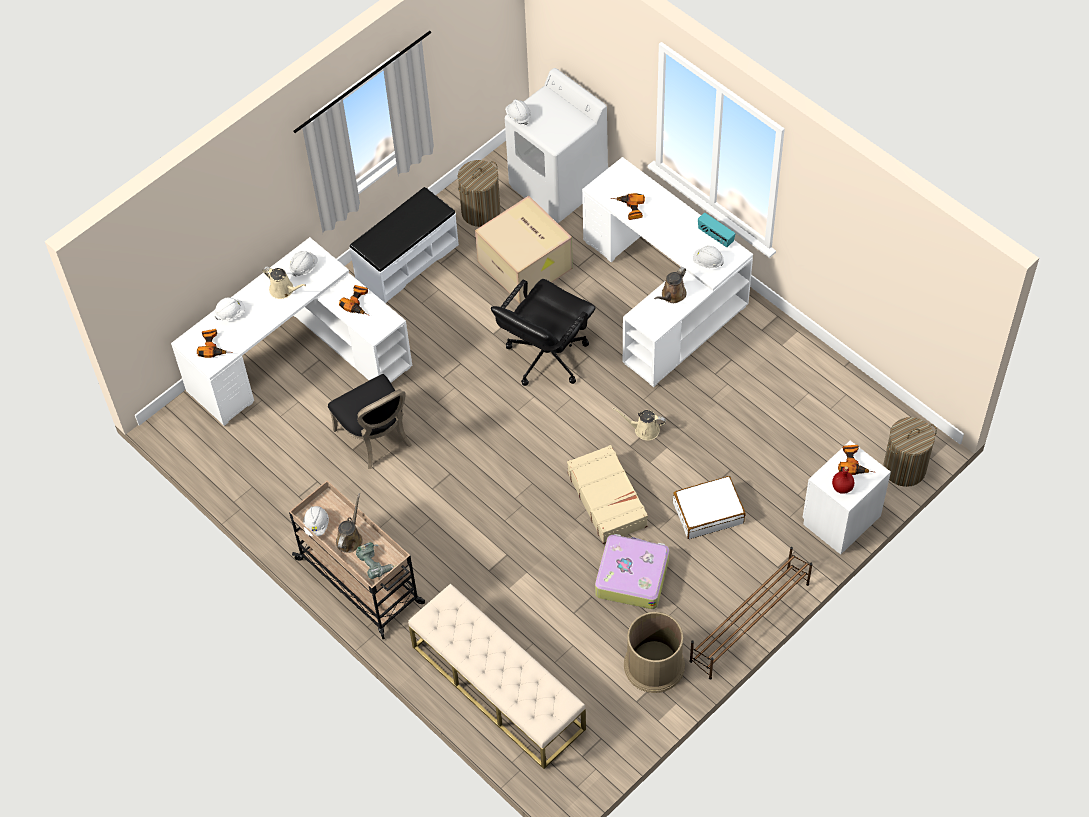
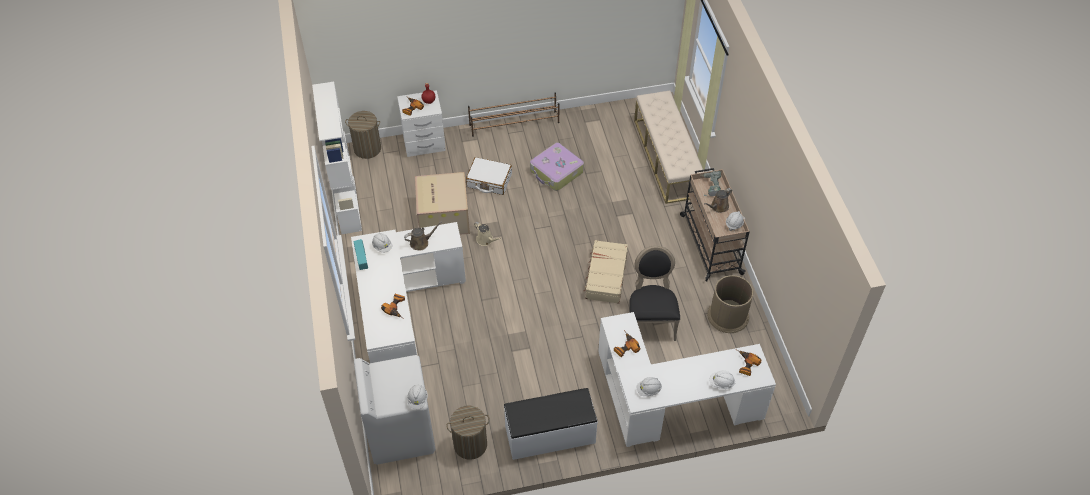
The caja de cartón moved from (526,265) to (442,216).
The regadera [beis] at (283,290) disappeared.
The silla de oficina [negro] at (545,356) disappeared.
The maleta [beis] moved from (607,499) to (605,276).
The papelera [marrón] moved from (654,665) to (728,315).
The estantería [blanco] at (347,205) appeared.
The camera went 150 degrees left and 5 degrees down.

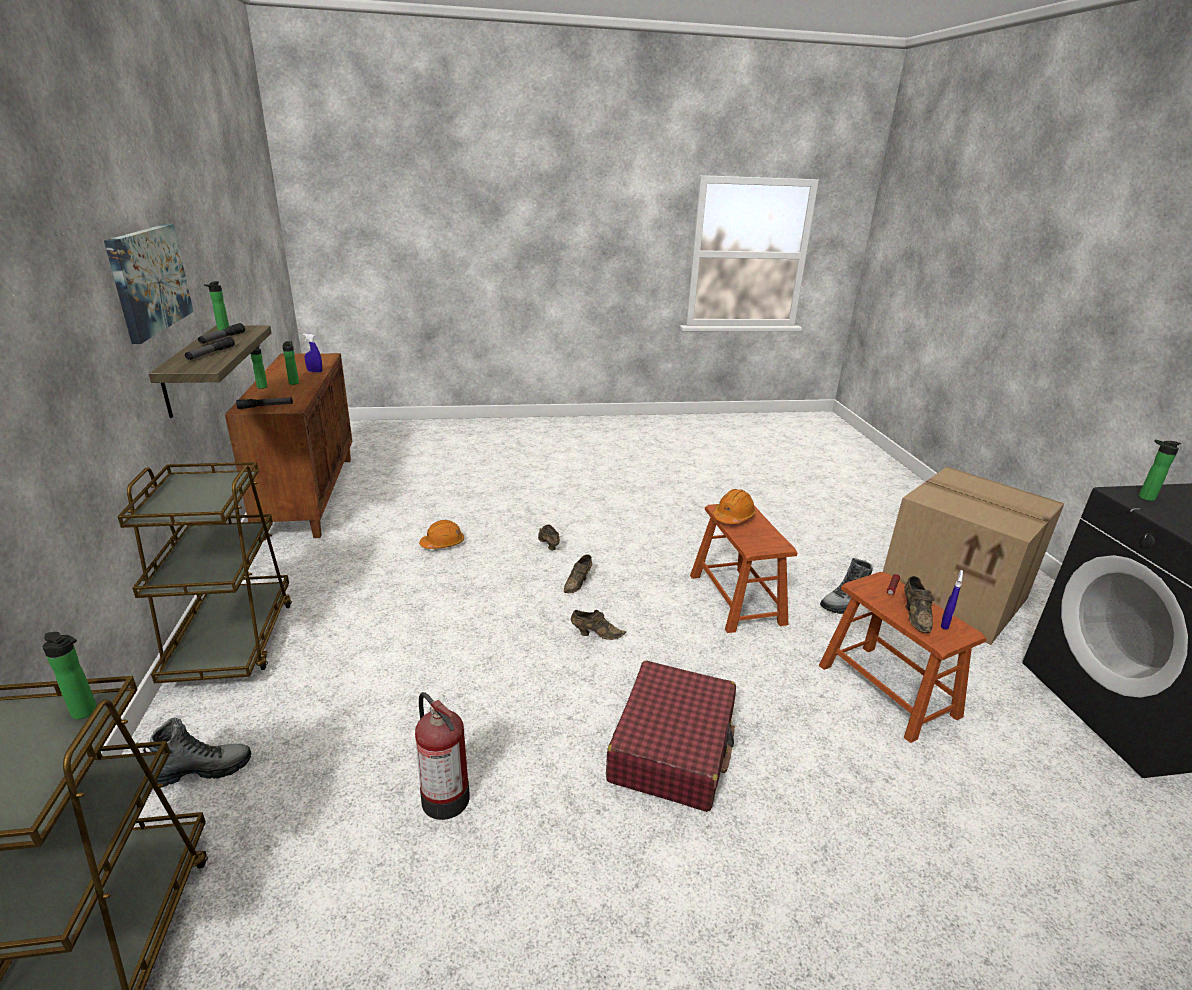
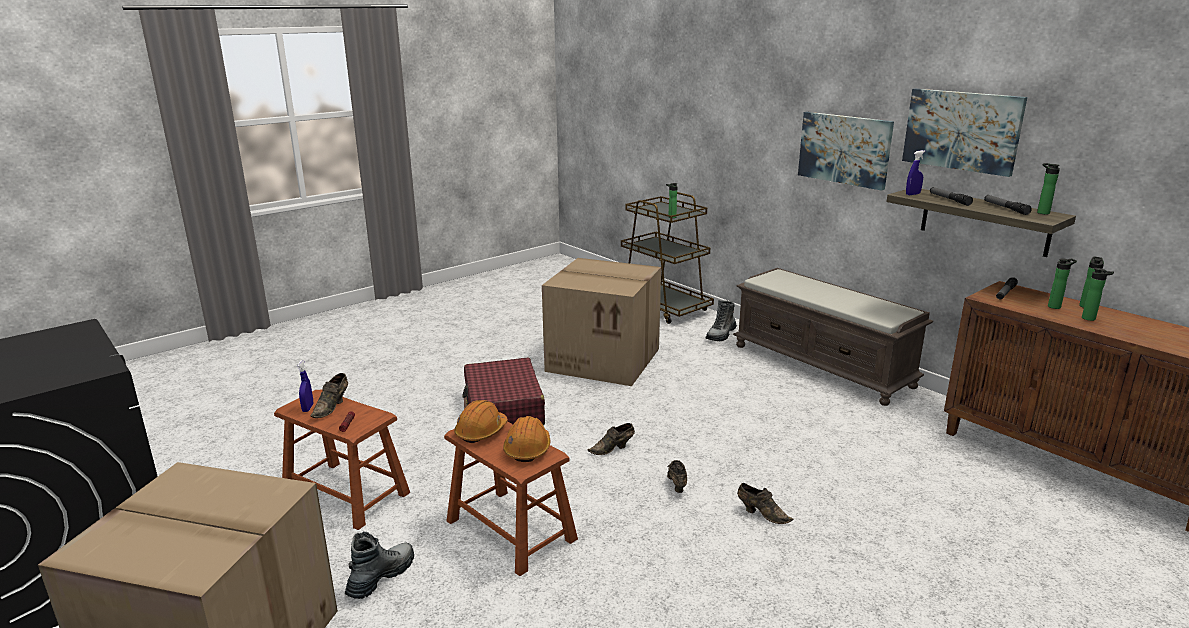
The pulverizador [azul] moved from (315,371) to (913,194).
The botella moved from (1143,497) to (1055,306).
The carrito [marrón] at (232,641) was replaced by the banco [marrón] at (823,365).
The casco [naranja] moved from (443,543) to (481,431).
The zapato [marrón] at (915,616) turned 135 degrees counterclockwise.
The extintor at (444,796) was replaced by the caja de cartón at (605,359).
The cuadro at (844,149) appeared.
The camera went 150 degrees right and 5 degrees down.

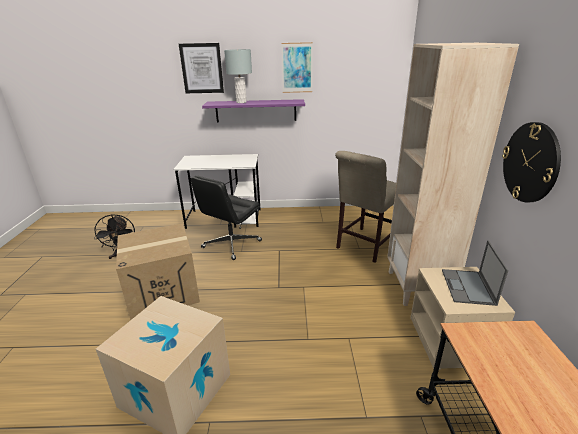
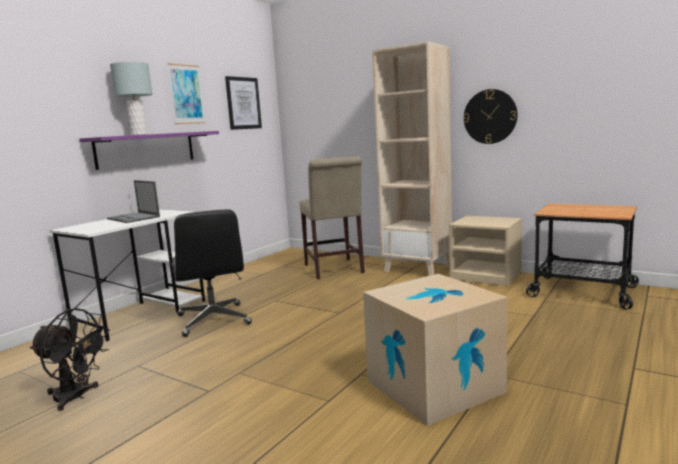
The cuadro moved from (202,68) to (243,103).
The caja de cartón at (163,291) disappeared.
The portátil moved from (468,287) to (134,218).
The camera went 55 degrees left and 15 degrees down.

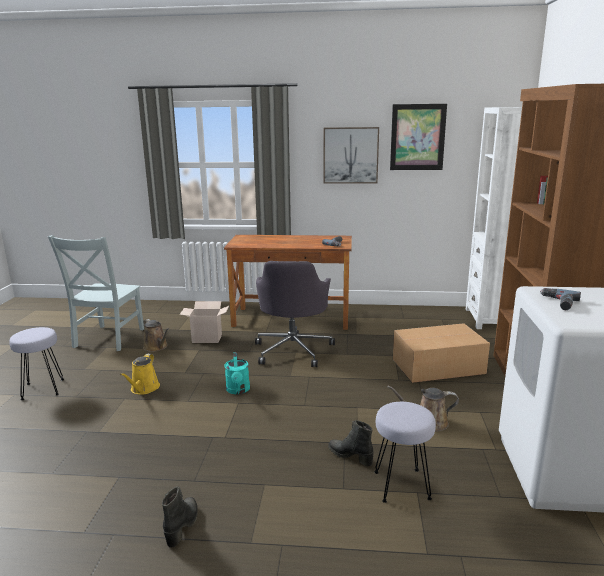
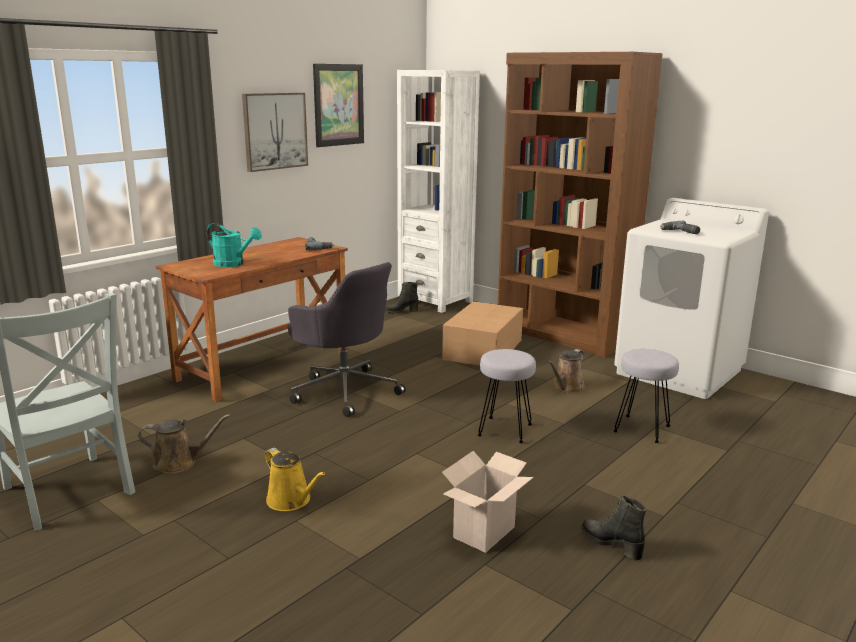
The caja de cartón moved from (206,339) to (484,534).
The taburete [gris] moved from (43,389) to (504,430).
The regadera [turquesa] moved from (238,390) to (233,264).
The bota [negro] moved from (350,456) to (401,311).
The camera went 55 degrees left and 0 degrees up.

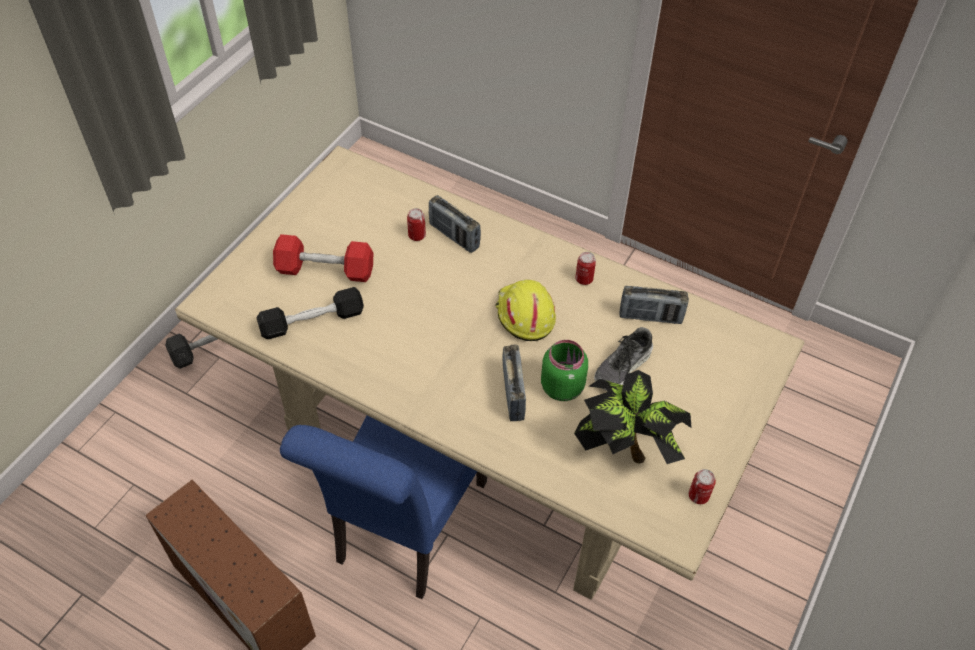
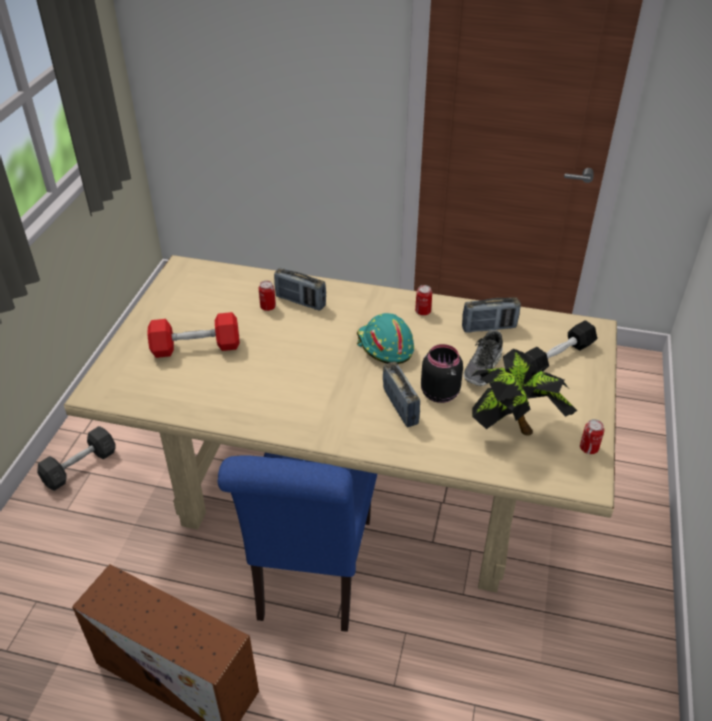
The casco [amarillo] at (524,315) became the casco [turquesa] at (384,346).
The mancuerna [negro] moved from (312,321) to (556,357).
The tarro [verde] at (562,386) became the tarro [negro] at (439,392).
The camera went 15 degrees left and 10 degrees down.

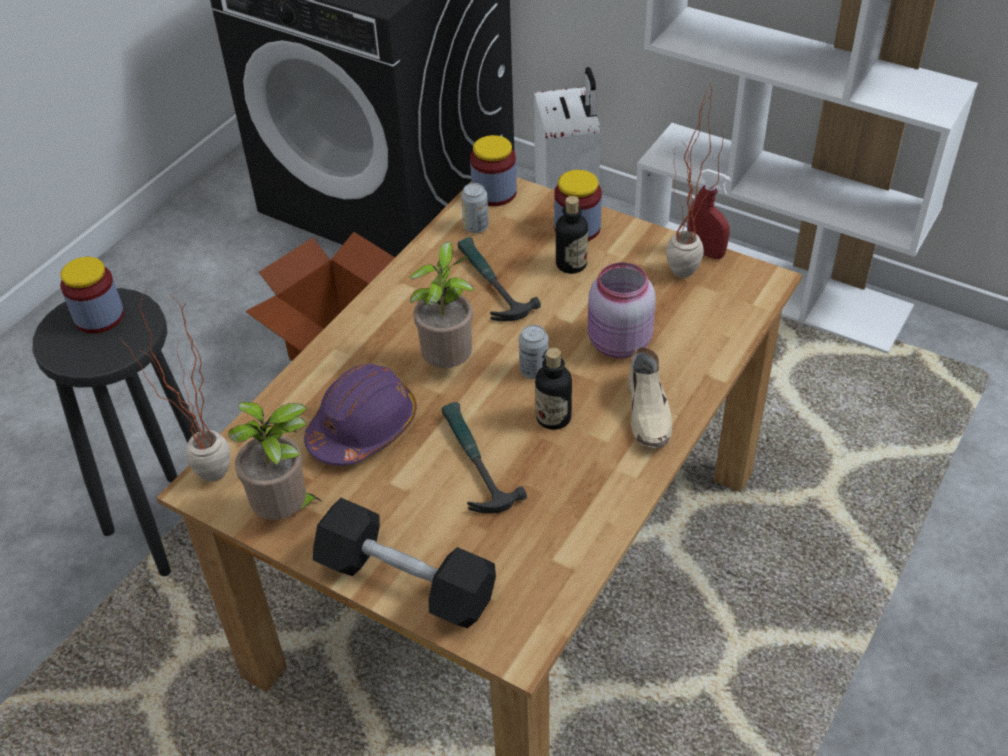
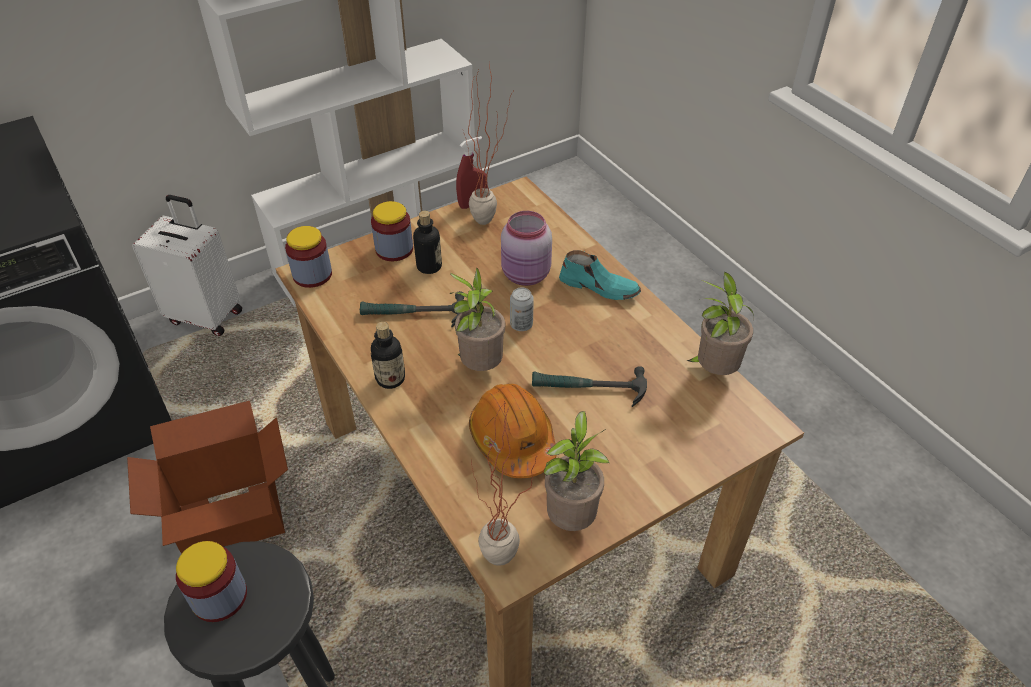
The lata at (476,227) disappeared.
The zapato [beis] at (648,413) became the zapato [turquesa] at (599,287).
The botella moved from (553,418) to (390,379).
The casco [morado] at (363,428) became the casco [naranja] at (512,440).
The mancuerna [negro] at (406,581) disappeared.
The planta en maceta at (713,370) appeared.
The camera went 65 degrees left and 0 degrees up.

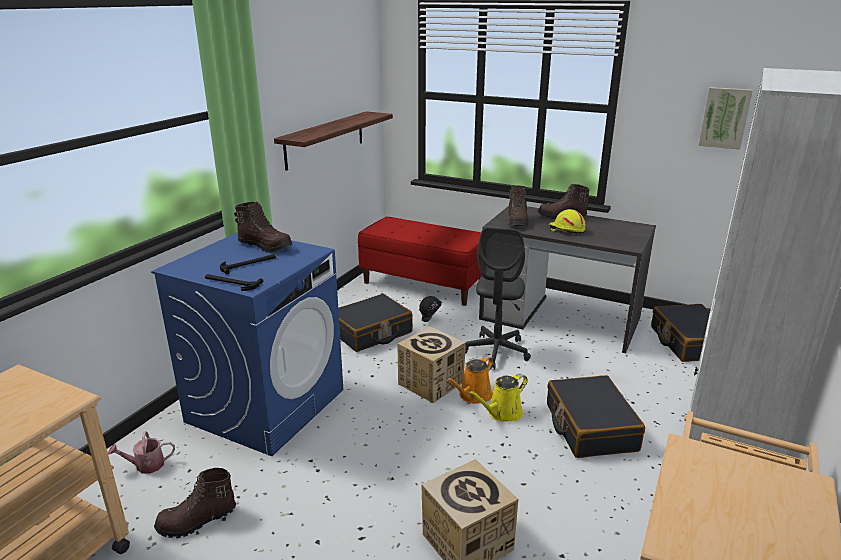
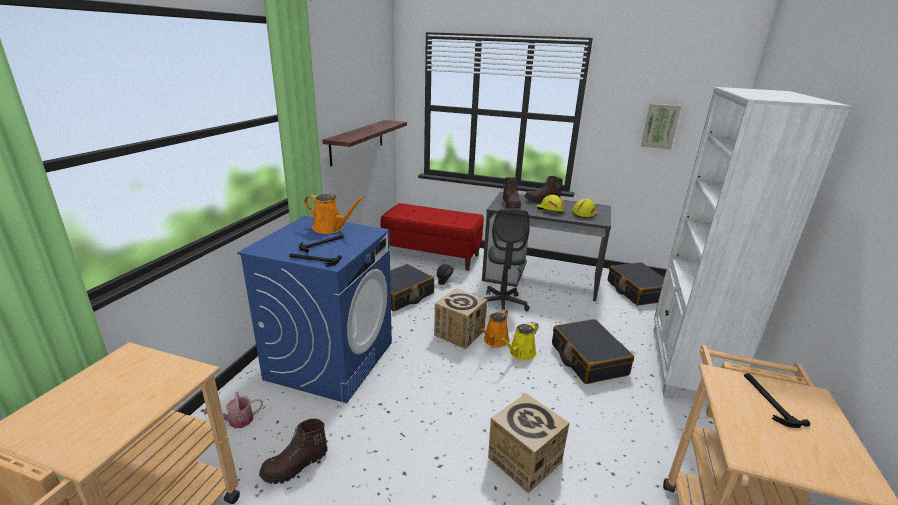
The bota [marrón] at (266,246) was replaced by the regadera [naranja] at (330,228).
The casco [amarillo] at (583,214) appeared.
The martillo at (768,401) appeared.
The camera went 10 degrees left and 0 degrees up.

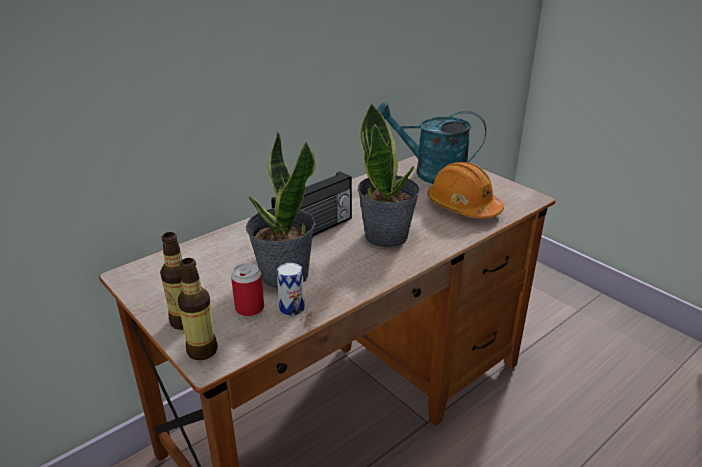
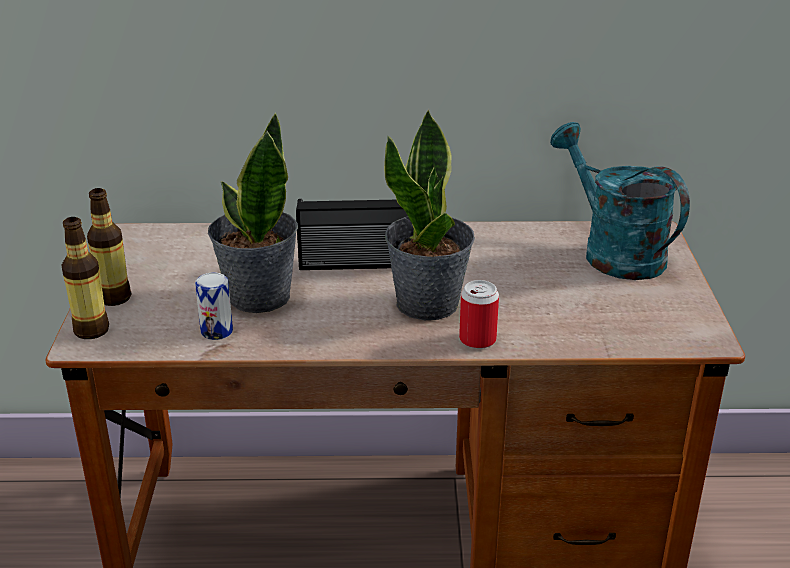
The casco [naranja] at (463,206) disappeared.
The lata moved from (249,308) to (477,340).
The camera went 40 degrees right and 0 degrees up.

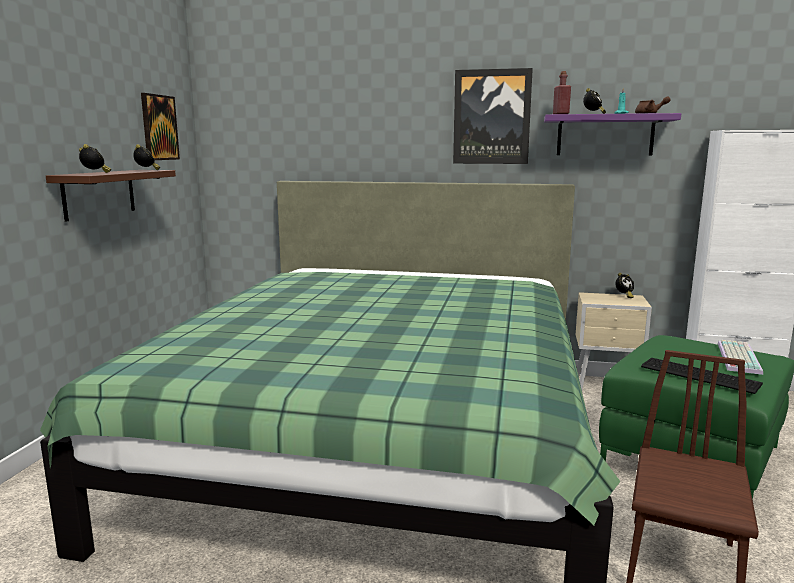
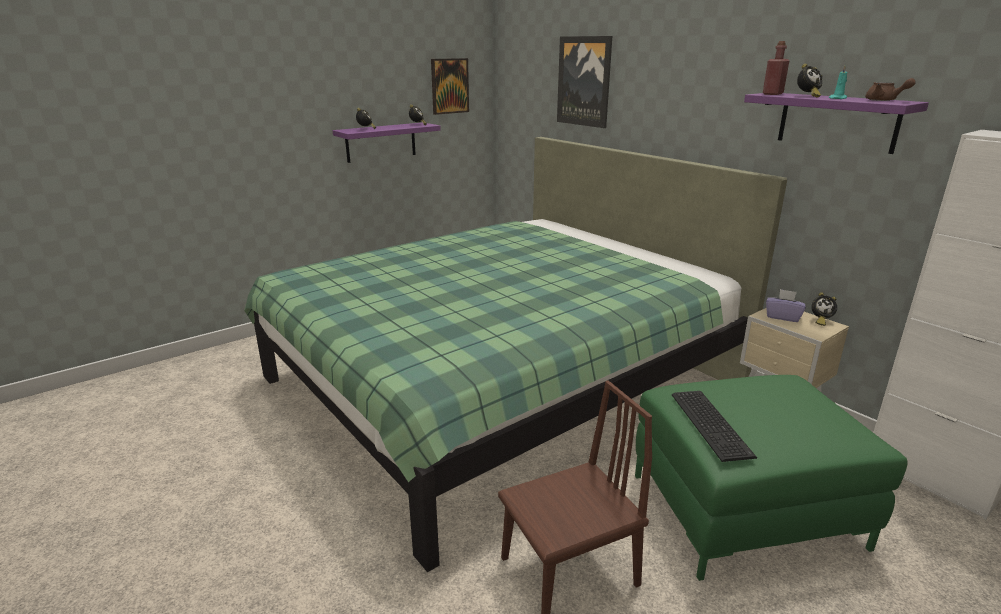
The cuadro moved from (491,117) to (584,81).
The estante [marrón] at (99,194) became the estante [morado] at (381,142).
The teclado at (736,357) disappeared.
The caja de pañuelos [morado] at (782,317) appeared.
The camera went 40 degrees right and 10 degrees up.

